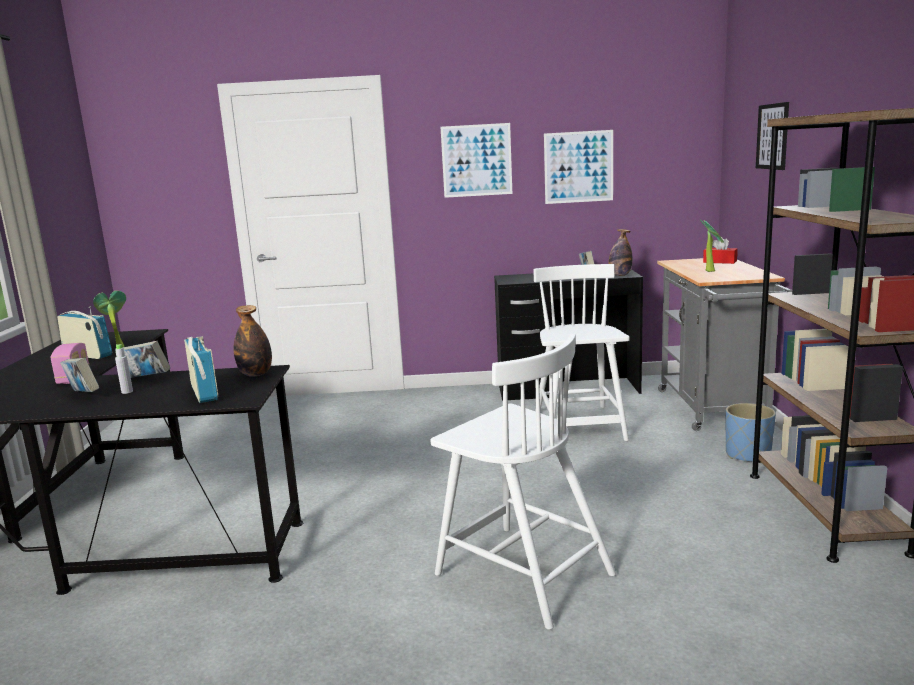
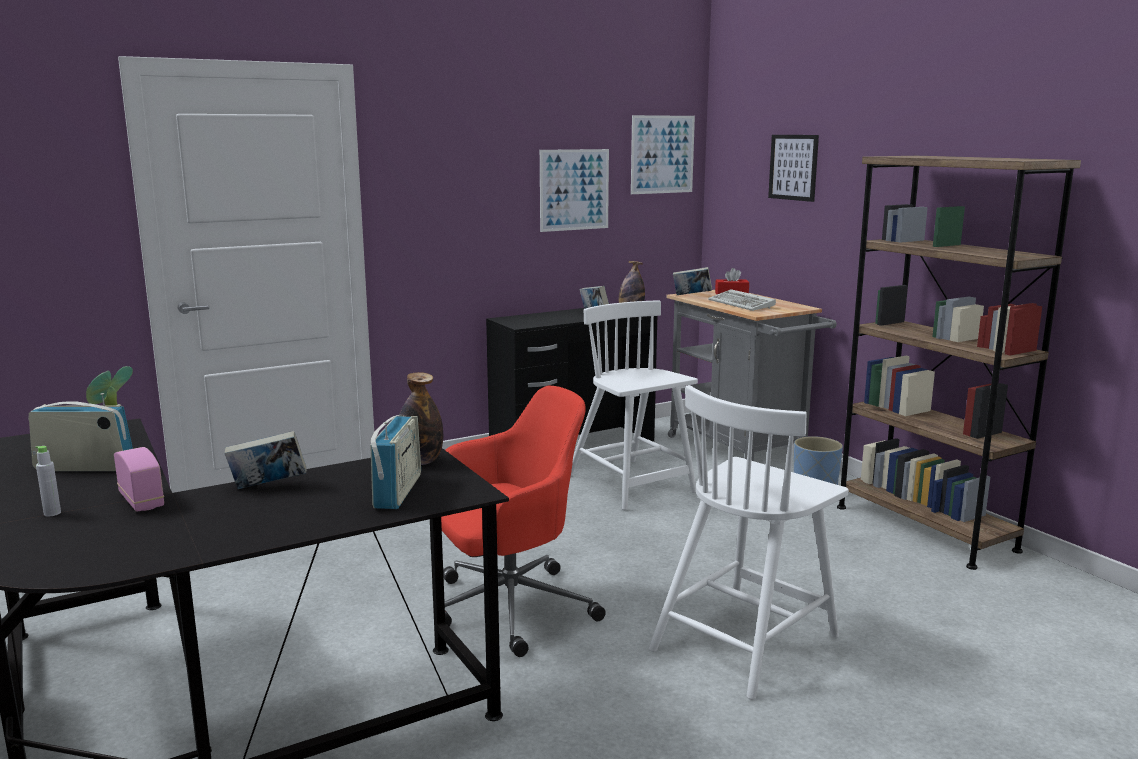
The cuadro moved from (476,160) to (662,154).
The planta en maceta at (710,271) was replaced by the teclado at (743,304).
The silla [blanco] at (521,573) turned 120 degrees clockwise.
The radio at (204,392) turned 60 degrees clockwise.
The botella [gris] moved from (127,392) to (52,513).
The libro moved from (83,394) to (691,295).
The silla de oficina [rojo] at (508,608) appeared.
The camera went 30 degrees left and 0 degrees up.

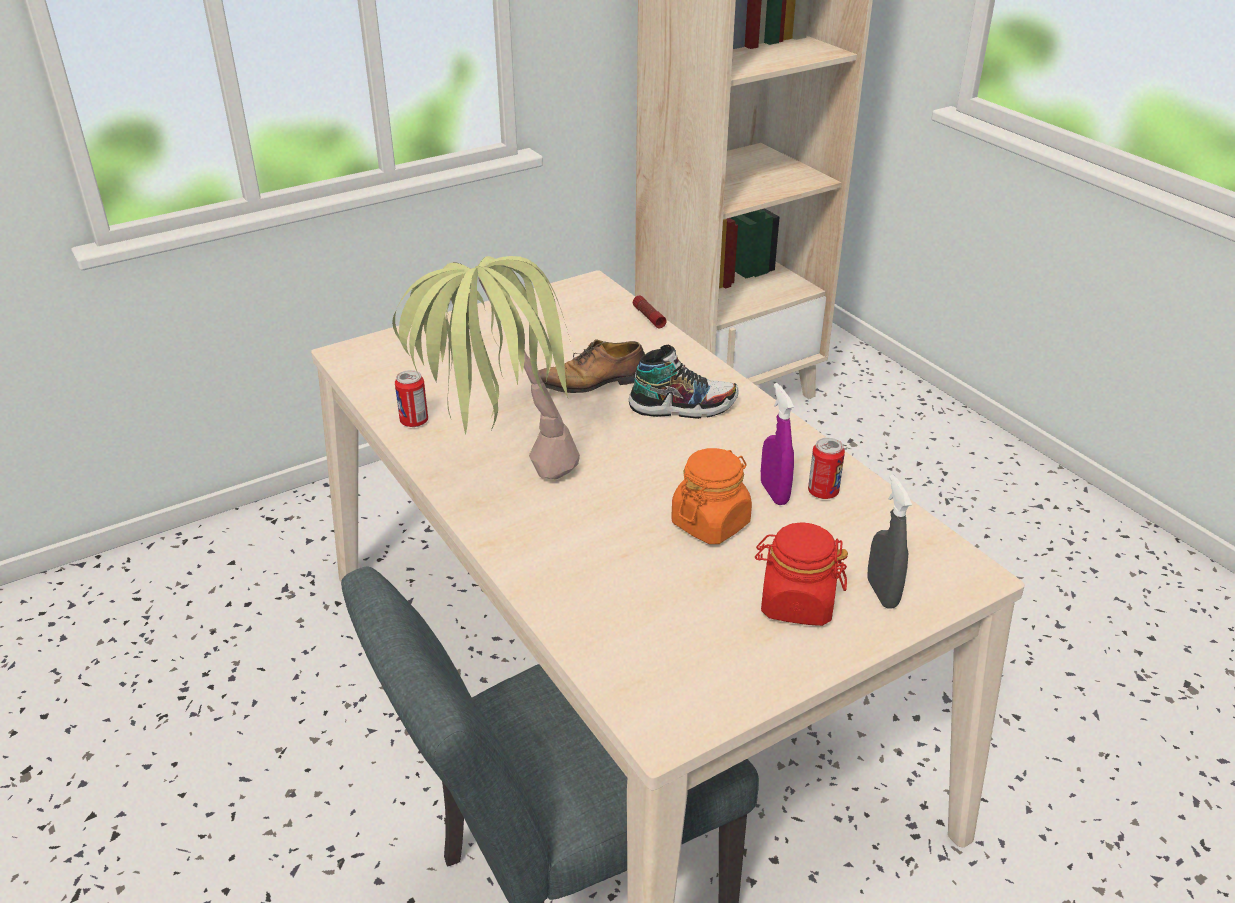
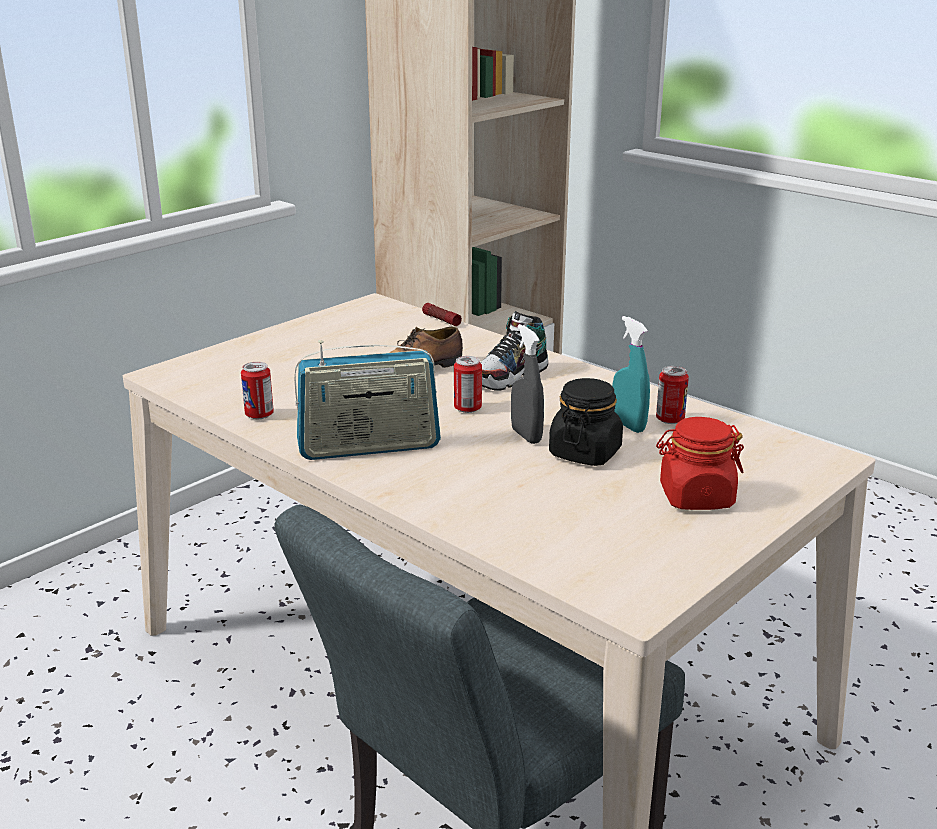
The planta en maceta at (499,480) was replaced by the radio at (369,447).
The zapato at (682,406) turned 150 degrees clockwise.
The pulverizador [morado] at (774,493) became the pulverizador [turquesa] at (628,425).
The tarro [naranja] at (710,523) became the tarro [negro] at (585,452).
The pulverizador [gris] moved from (882,593) to (526,436).
The lata at (467,408) appeared.
The camera went 15 degrees left and 10 degrees down.

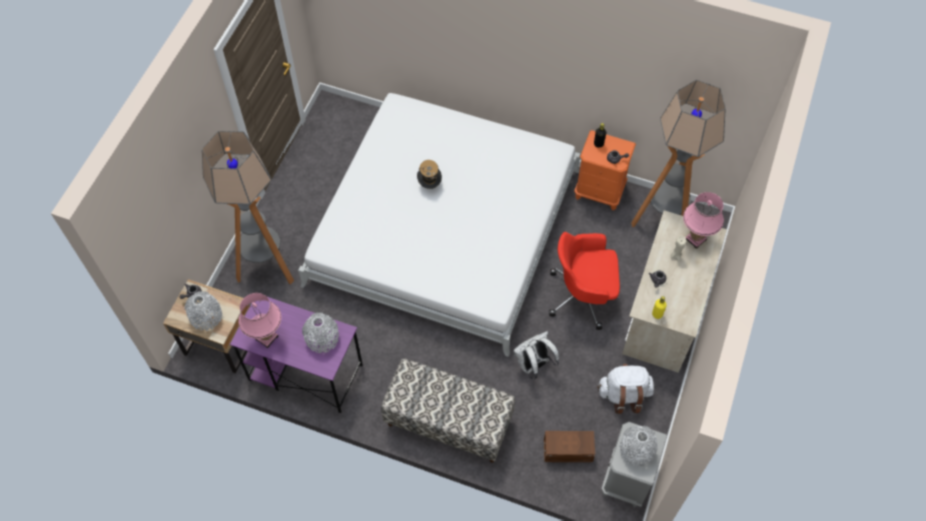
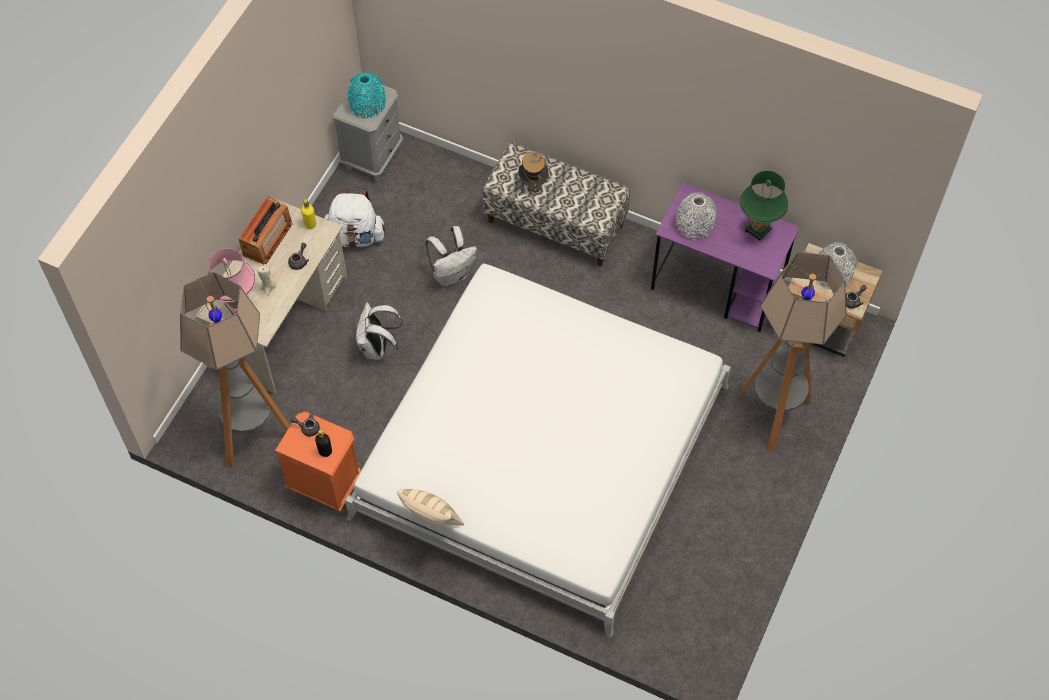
The sombrero moved from (429,184) to (533,183).
The silla de oficina [rojo] at (583,295) was replaced by the mochila [blanco] at (377,348).
The lámpara de mesa [rosa] at (266,337) became the lámpara de mesa [verde] at (758,230).
The florero [gris] at (636,450) became the florero [turquesa] at (367,104).
The caja de almacenaje [marrón] at (568,451) disappeared.
The radio at (267,239) appeared.
The cojín [beis] at (431,520) appeared.
The camera went 175 degrees left and 0 degrees up.

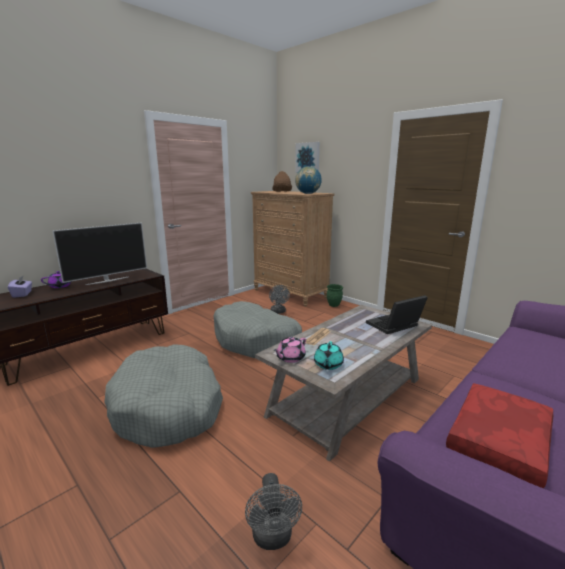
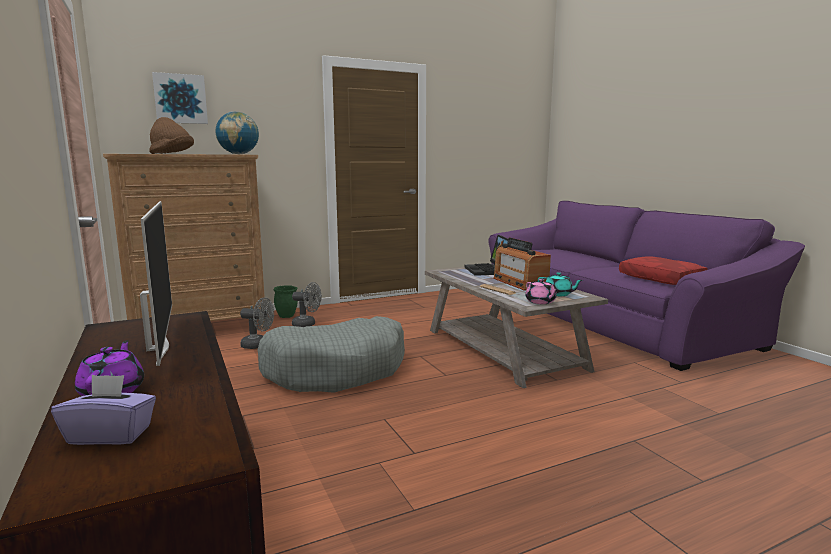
The cama para perro [gris] at (168,406) disappeared.
The ventilador [gris] moved from (273,538) to (307,324).
The radio at (519,283) appeared.
The camera went 70 degrees left and 5 degrees down.

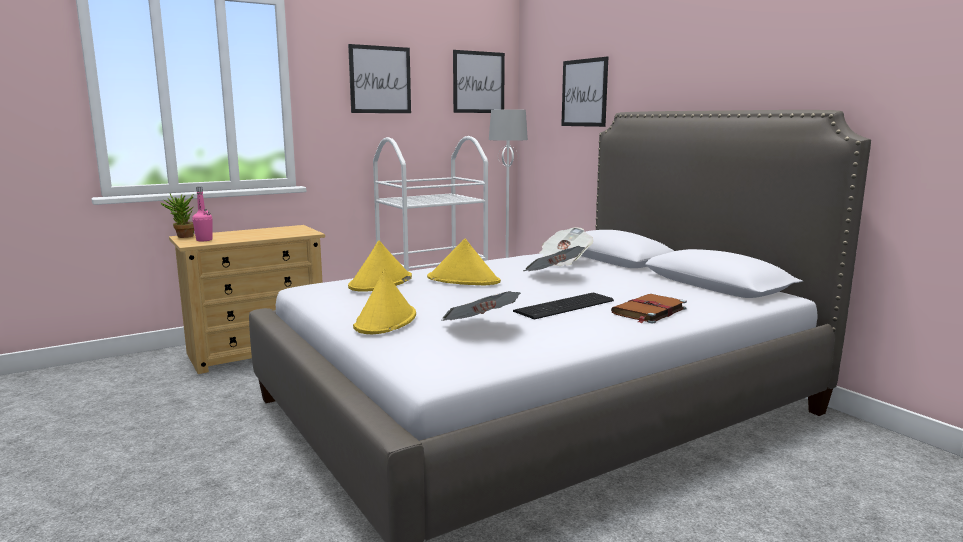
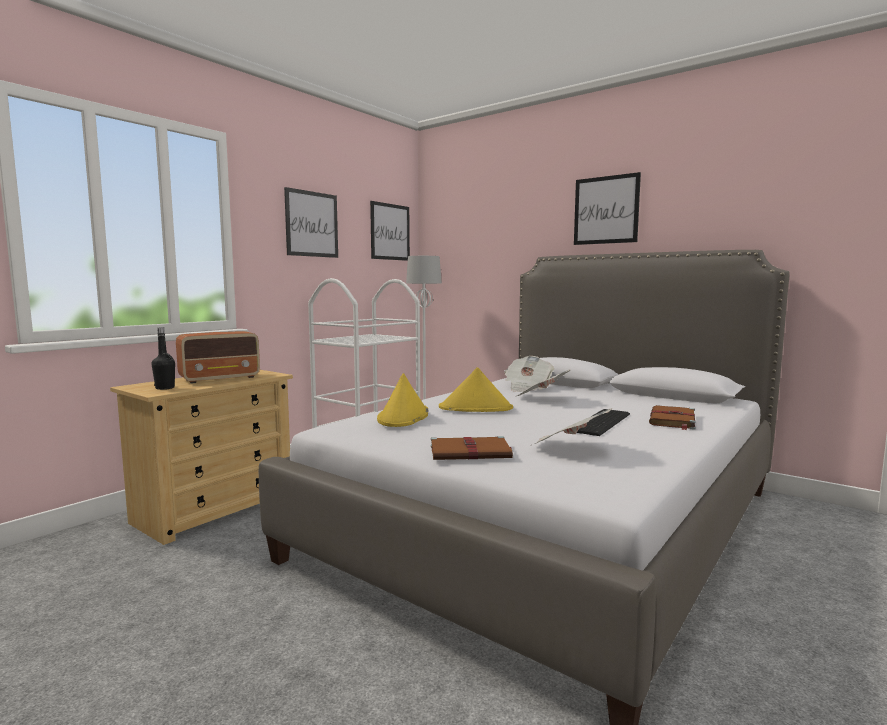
The cuadro moved from (584,93) to (606,210).
The botella [rosa] at (204,240) became the botella [negro] at (165,388).
The planta en maceta at (182,237) disappeared.
The sombrero [amarillo] at (385,321) was replaced by the libro [marrón] at (471,452).
The radio at (221,378) appeared.
The camera went 20 degrees left and 5 degrees down.

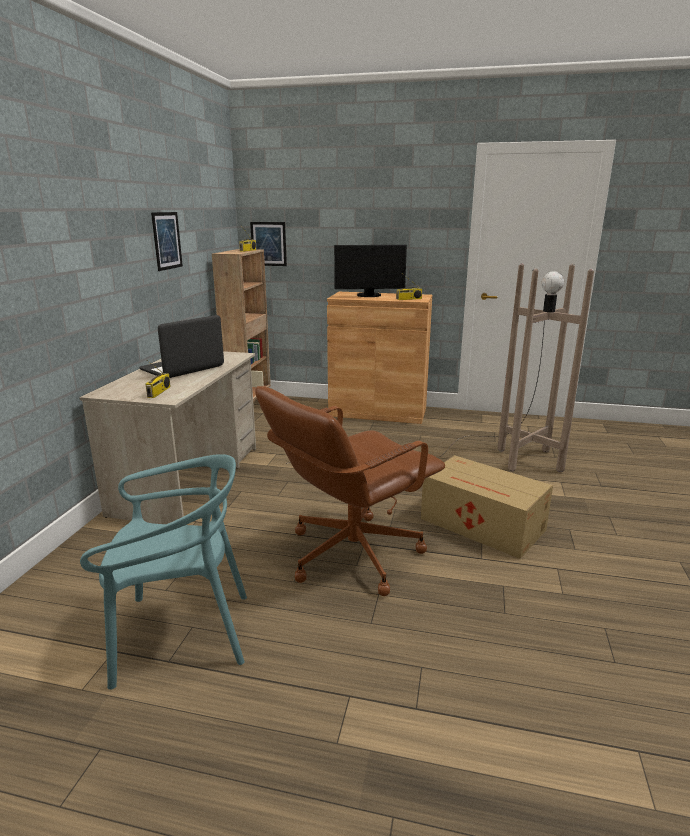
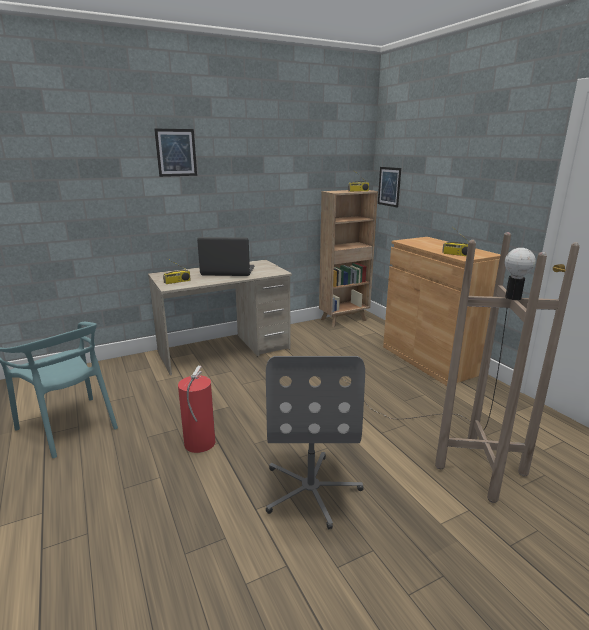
The cuadro moved from (167,240) to (176,152).
The monitor at (369,295) disappeared.
The silla de oficina [marrón] at (351,554) was replaced by the extintor at (199,444).
The caja de cartón at (483,525) was replaced by the silla de oficina [gris] at (311,489).
The camera went 50 degrees right and 0 degrees up.

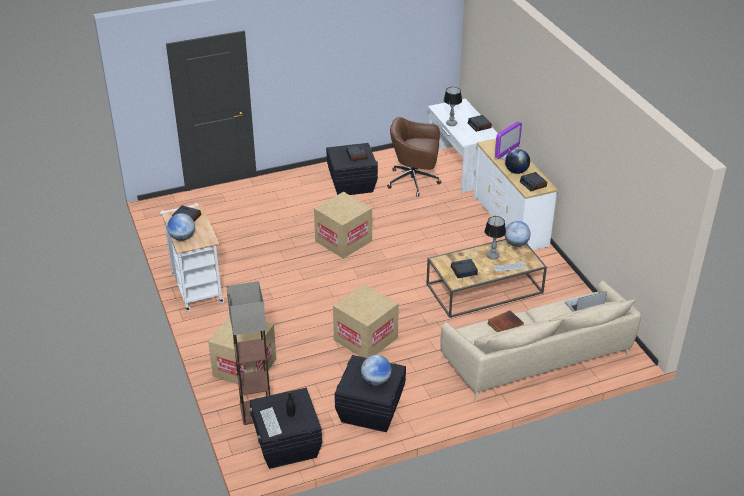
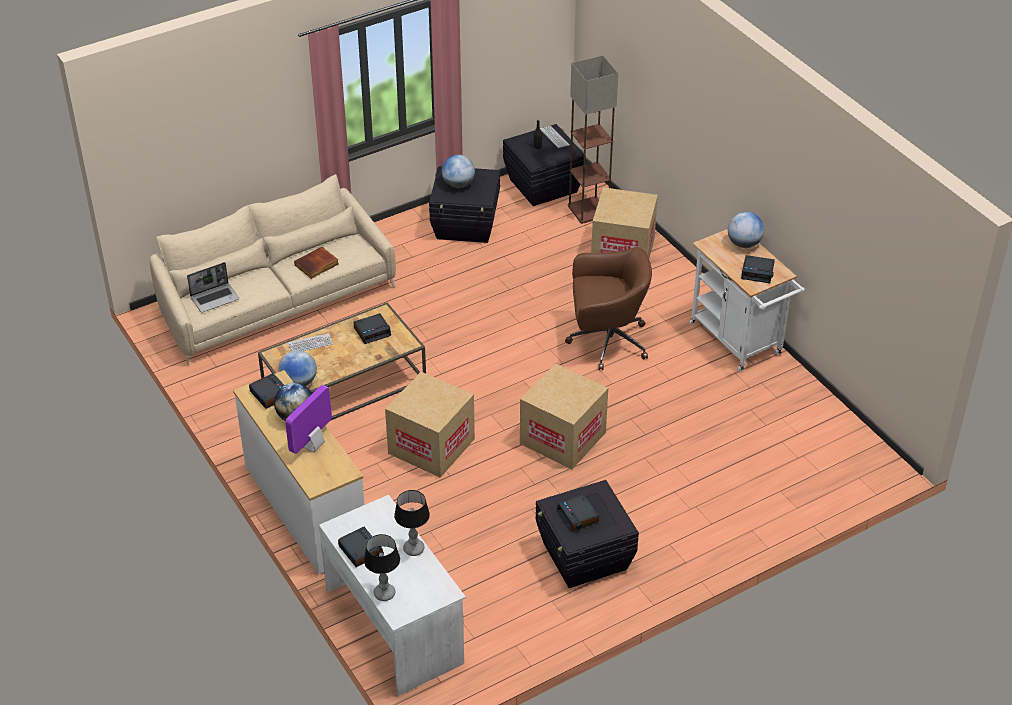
The silla de oficina [marrón] moved from (414,181) to (606,342).
The lámpara de mesa moved from (493,256) to (384,593).
The caja de cartón moved from (365,339) to (431,446).
The camera went 170 degrees right and 5 degrees up.

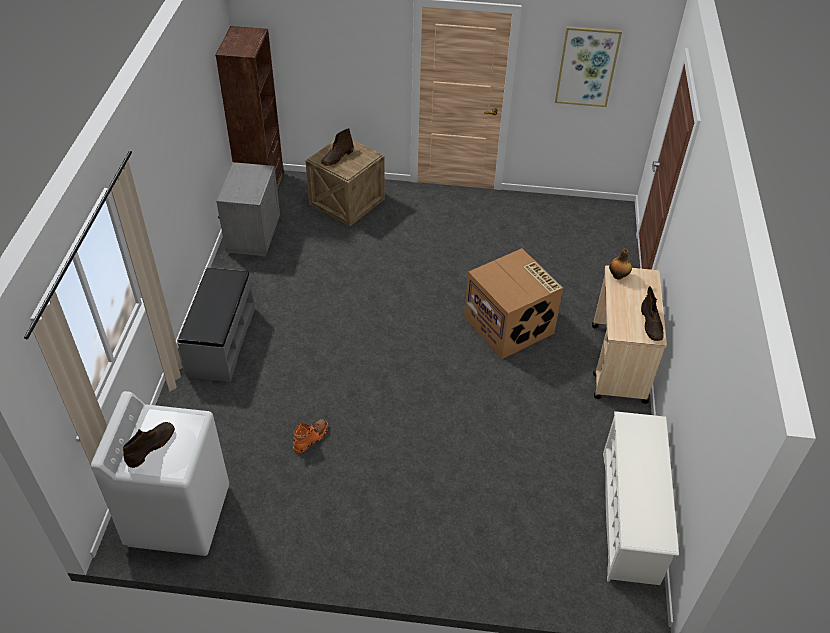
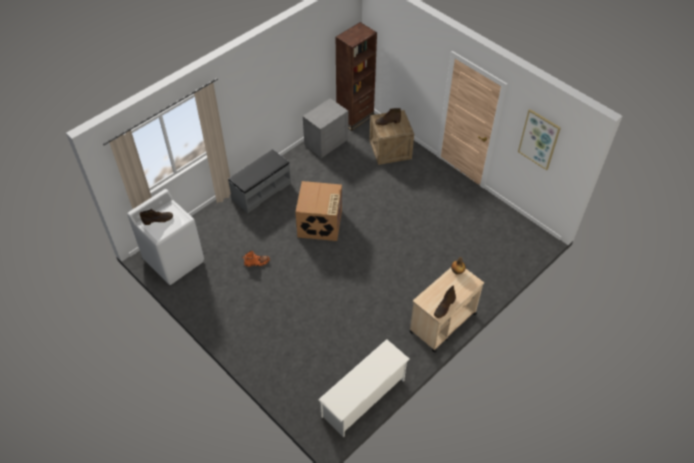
The caja de cartón moved from (510,325) to (320,224).
The camera went 40 degrees right and 5 degrees up.

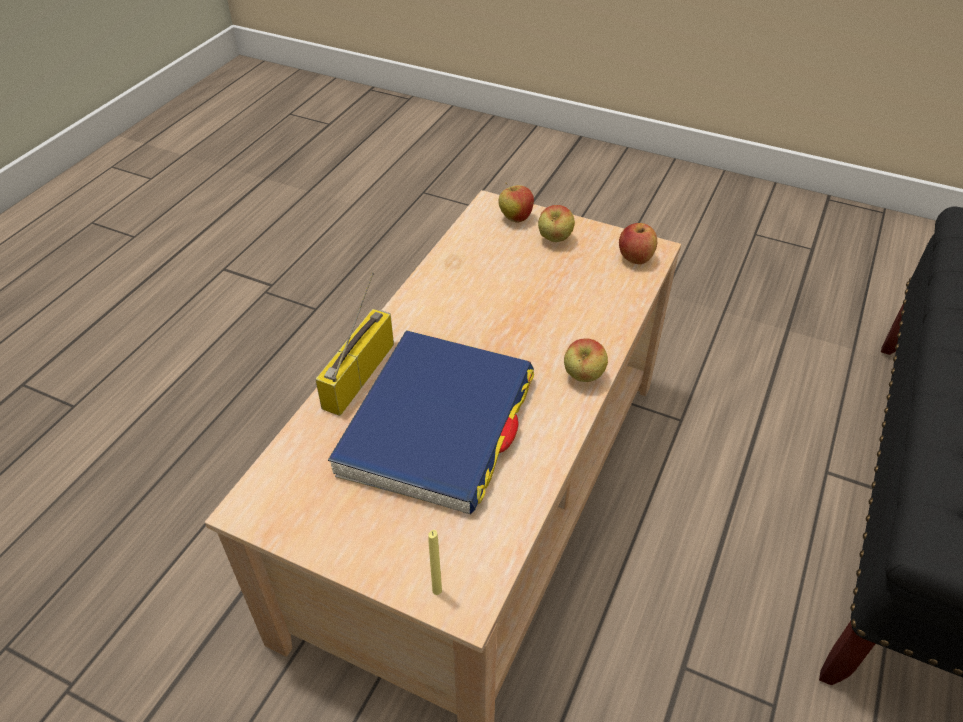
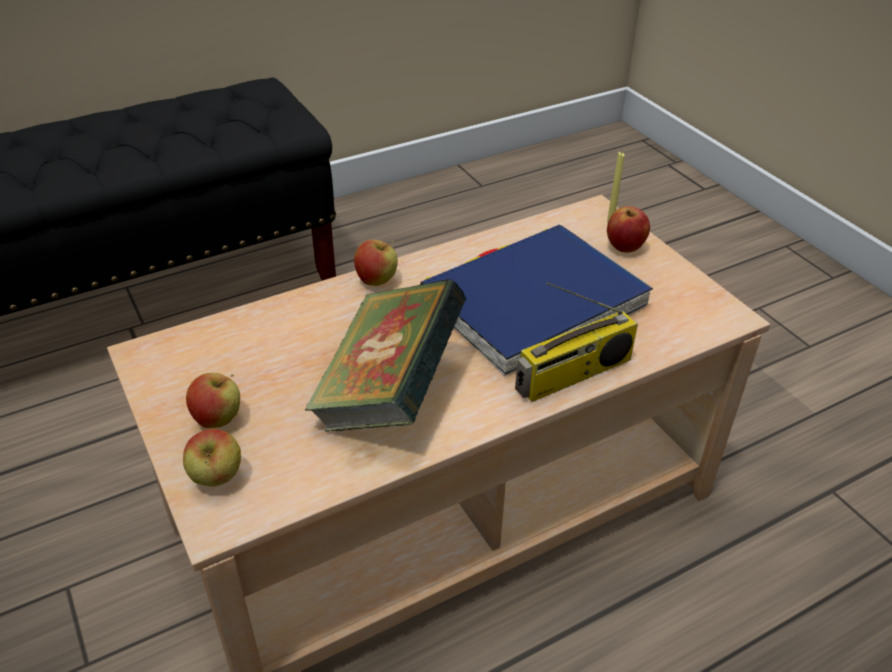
The manzana moved from (635,258) to (625,247).
The libro at (389,393) appeared.
The camera went 145 degrees left and 5 degrees down.

